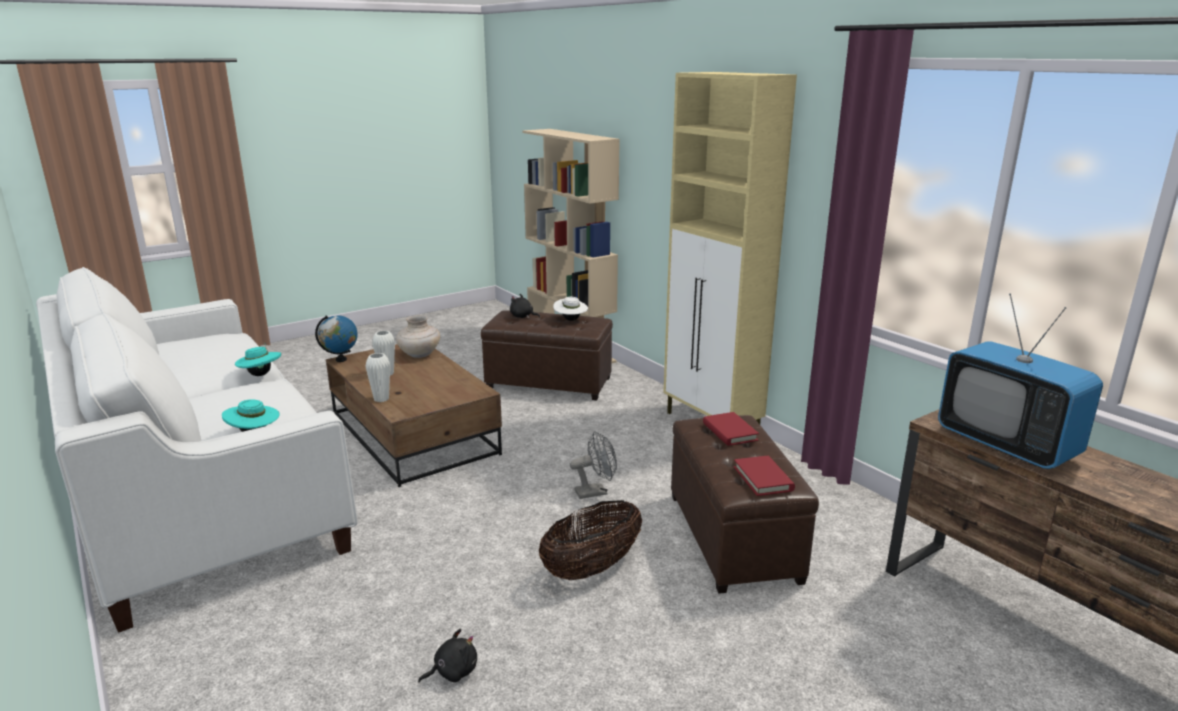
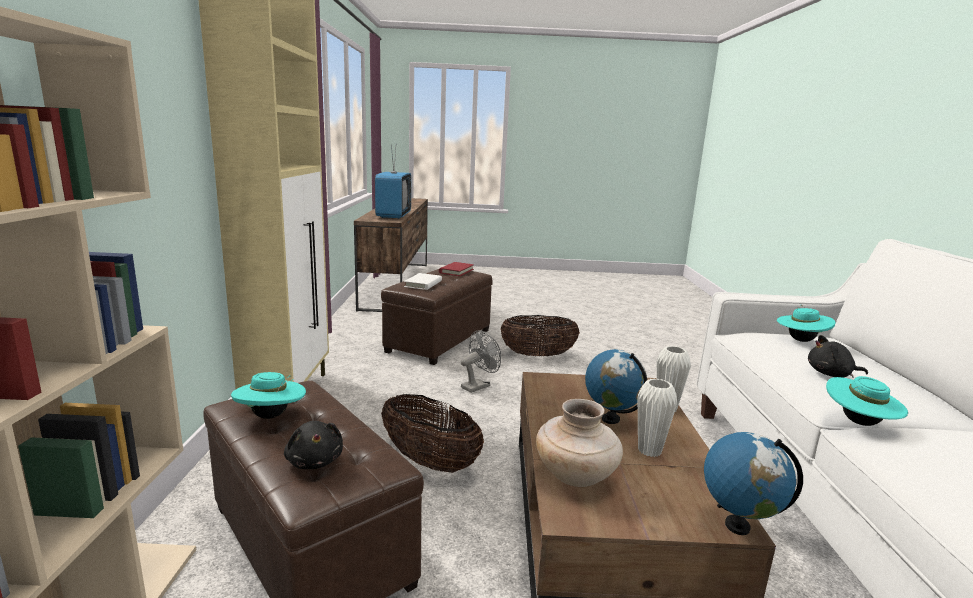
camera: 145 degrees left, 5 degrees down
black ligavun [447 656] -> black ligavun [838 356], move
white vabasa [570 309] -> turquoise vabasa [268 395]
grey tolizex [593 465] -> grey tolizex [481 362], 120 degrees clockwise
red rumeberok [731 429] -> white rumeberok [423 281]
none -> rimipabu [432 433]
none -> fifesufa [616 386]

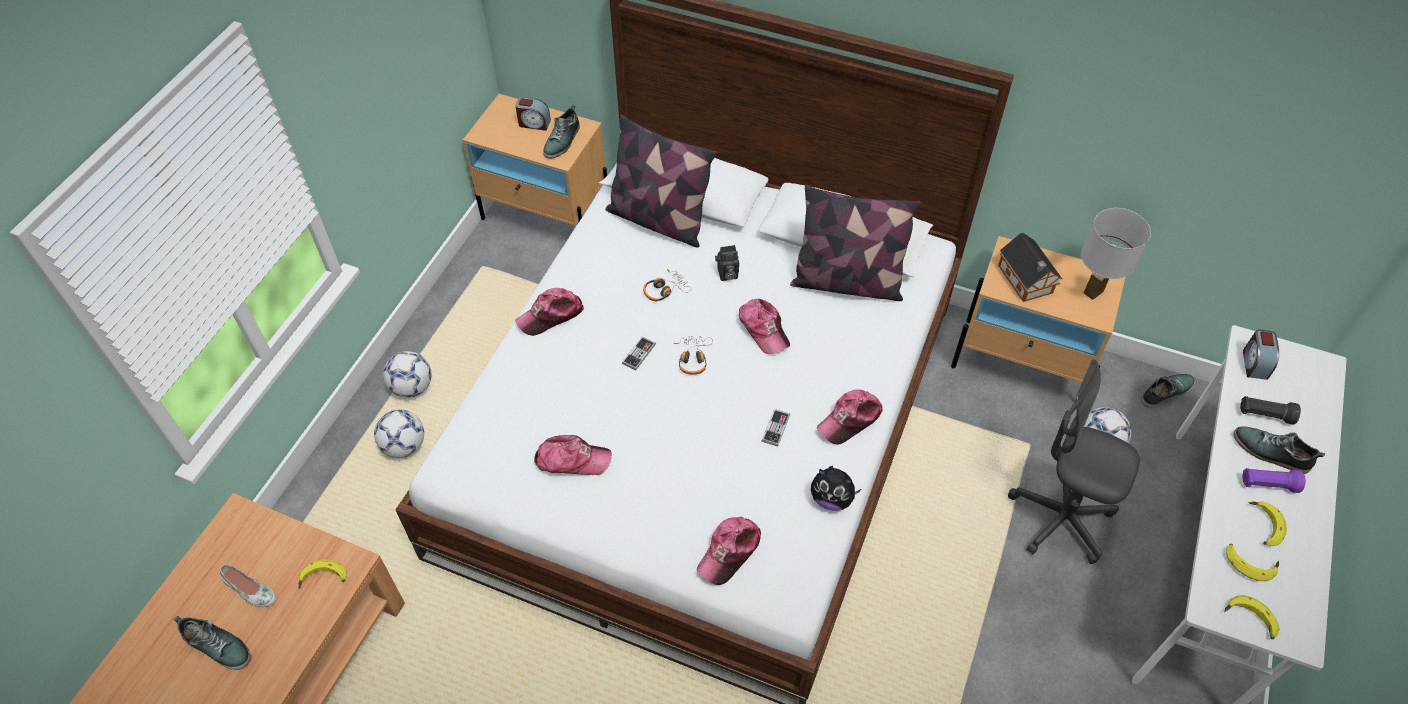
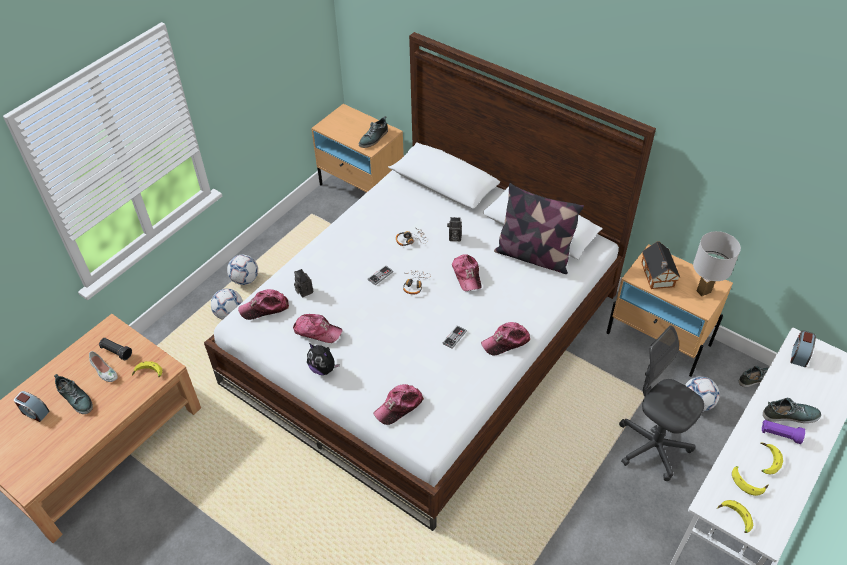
camera: 15 degrees right, 5 degrees down
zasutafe [533 114] -> zasutafe [32 406], move
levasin [549 312] -> levasin [263 304], move
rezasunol [661 181] -> none
ligavun [836 488] -> ligavun [323 359], move
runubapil [1279 450] -> runubapil [792 410], 135 degrees clockwise
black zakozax [1270 410] -> black zakozax [115 349], move
none -> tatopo [303 283]

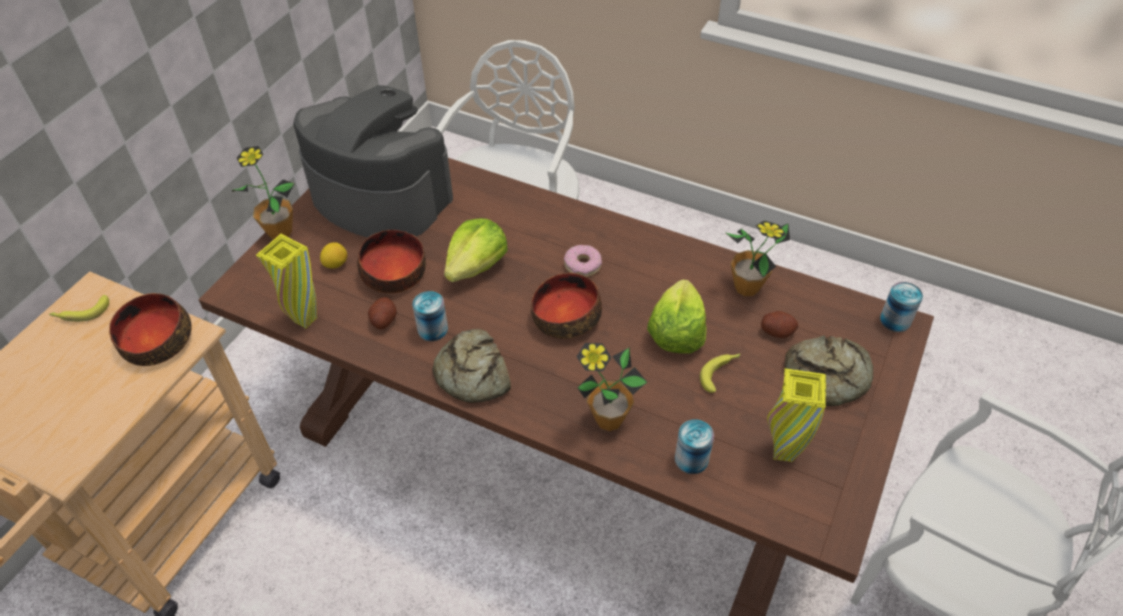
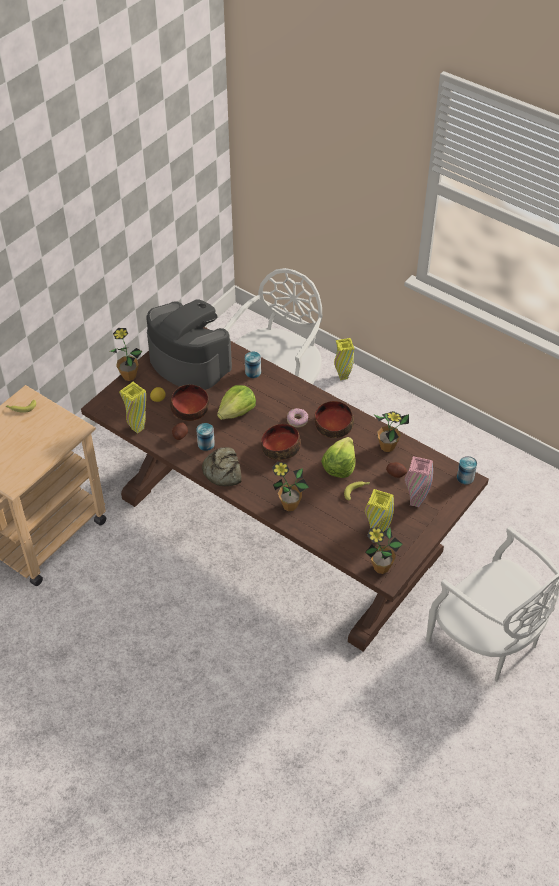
camera: 10 degrees right, 0 degrees up
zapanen [150 329] -> zapanen [334 419], move
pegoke [694 446] -> pegoke [253 365], move
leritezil [829 370] -> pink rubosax [419 481]
none -> yellow rubosax [344 359]
none -> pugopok [383 550]

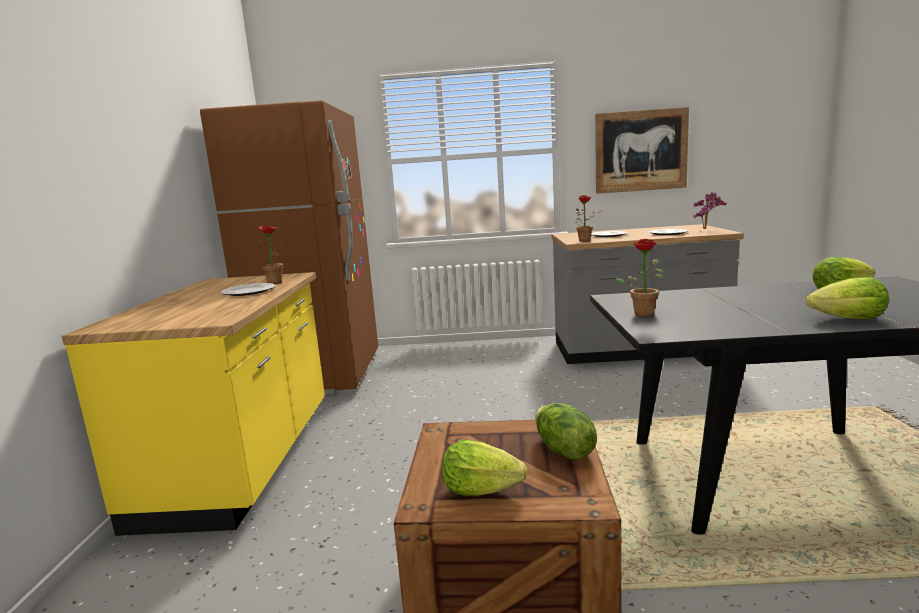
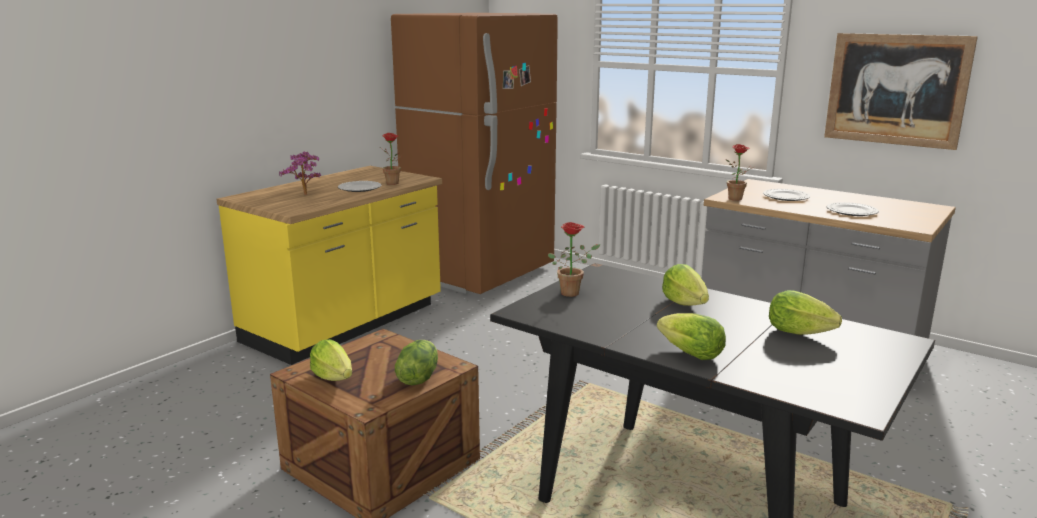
camera: 35 degrees right, 5 degrees up
pugopok [710 211] -> pugopok [300 173], move
none -> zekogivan [685 285]

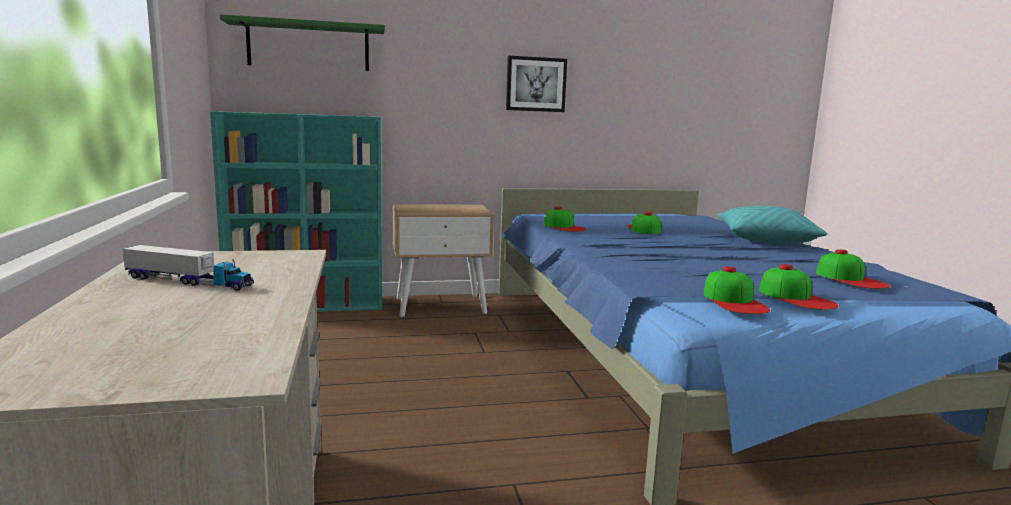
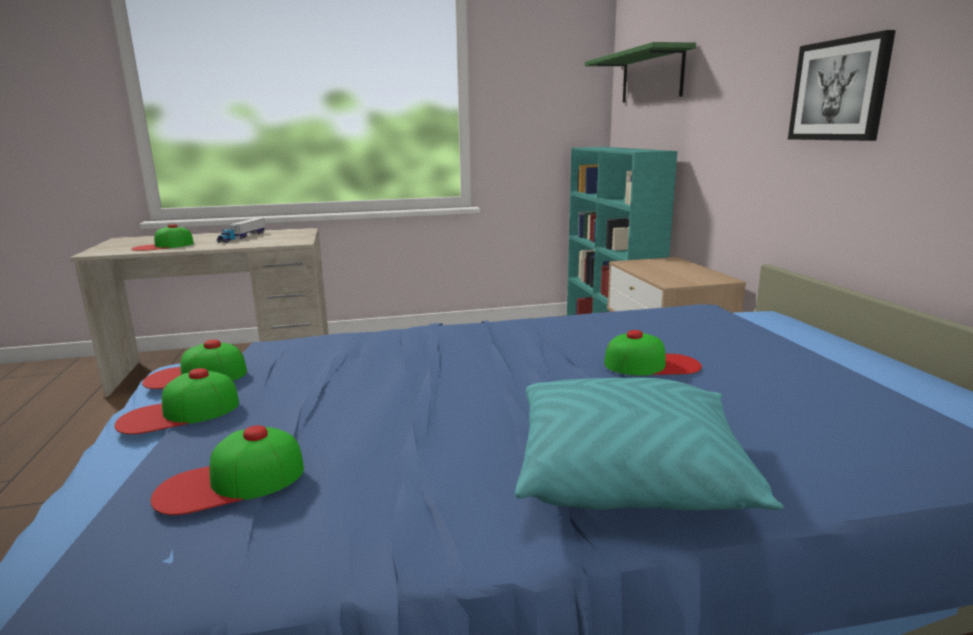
camera: 90 degrees right, 5 degrees up
levasin [565 219] -> levasin [162 237], move

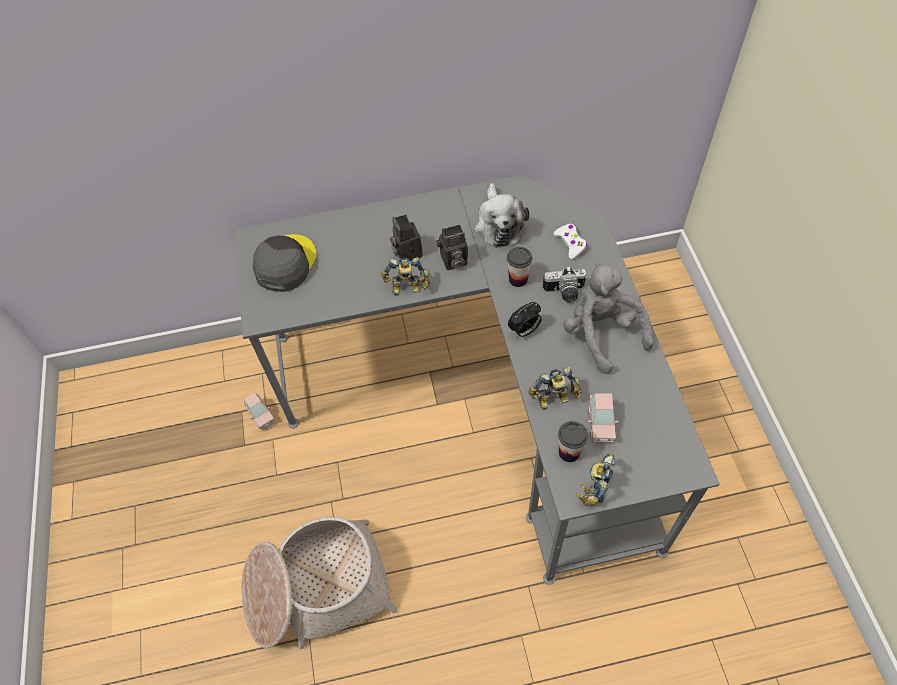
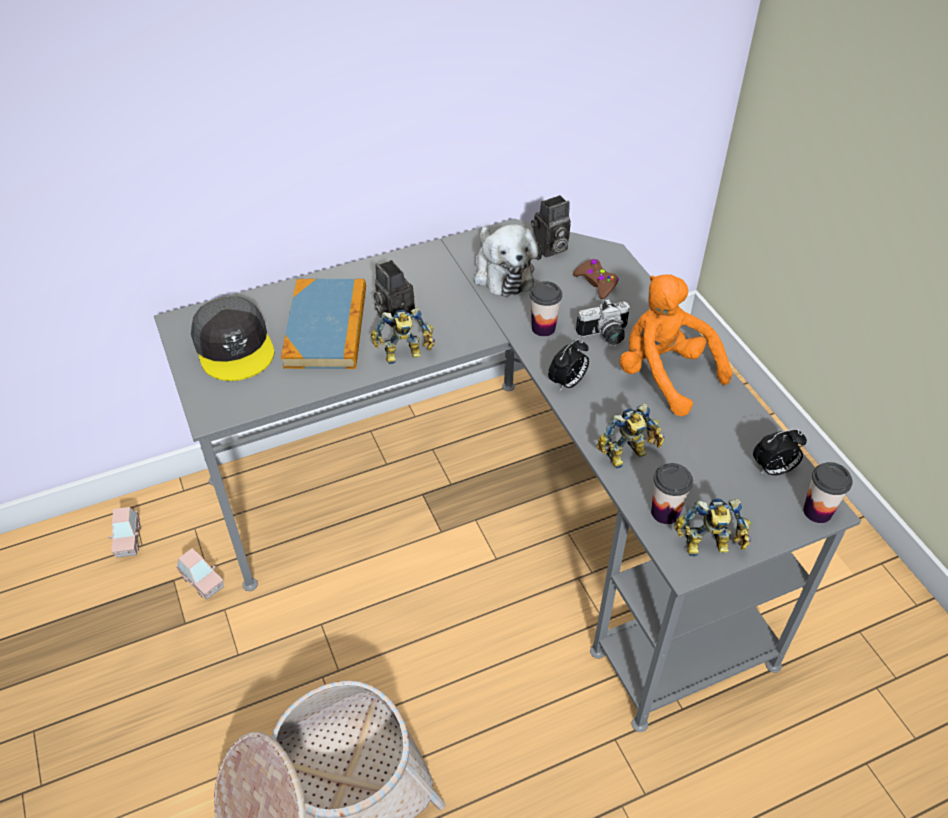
camera: 15 degrees left, 10 degrees down
grey levasin [285 263] -> grey levasin [232 338], 150 degrees clockwise
tatopo [452 247] -> tatopo [551 226], move
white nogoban [570 241] -> brown nogoban [596 279]
grey ligavun [608 318] -> orange ligavun [676 345]
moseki [595 479] -> moseki [712 527], 105 degrees counterclockwise
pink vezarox [603 418] -> pink vezarox [124 532], move
none -> rumeberok [323 324]
none -> zasutafe [780 452]
none -> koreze [828 492]

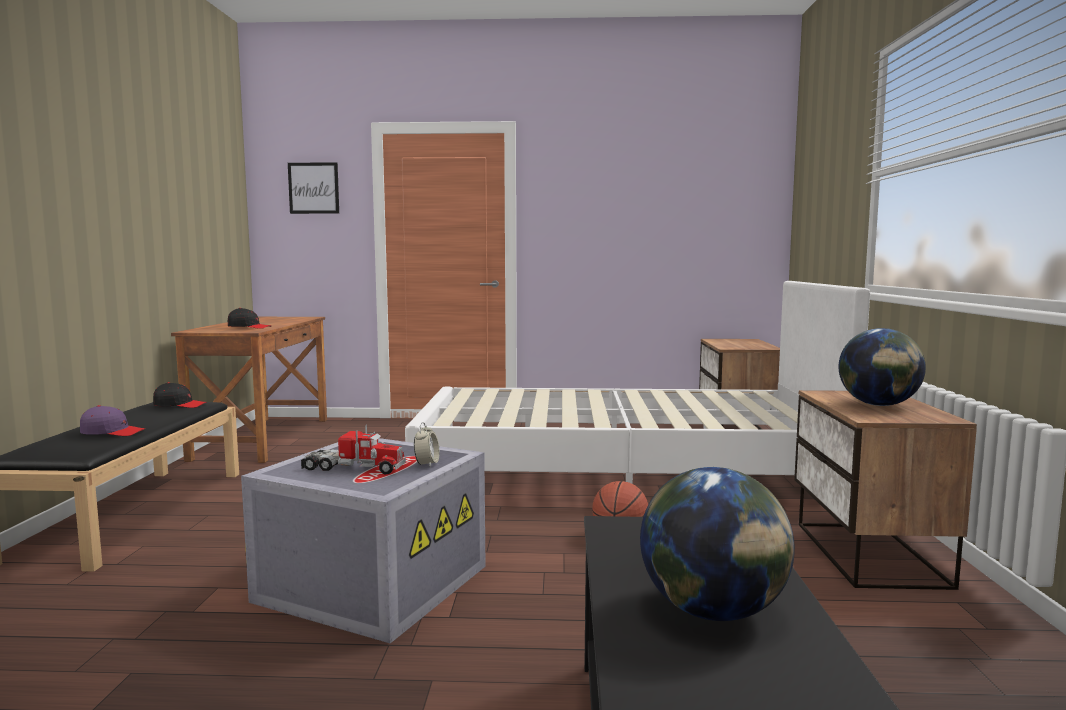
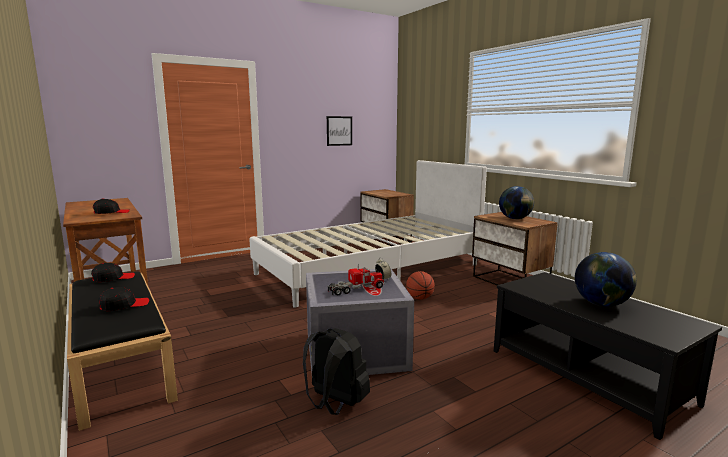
camera: 35 degrees left, 5 degrees up
purple levasin [113 420] -> black levasin [123 299]
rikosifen [313 188] -> rikosifen [339 131], move
none -> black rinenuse [336 371]

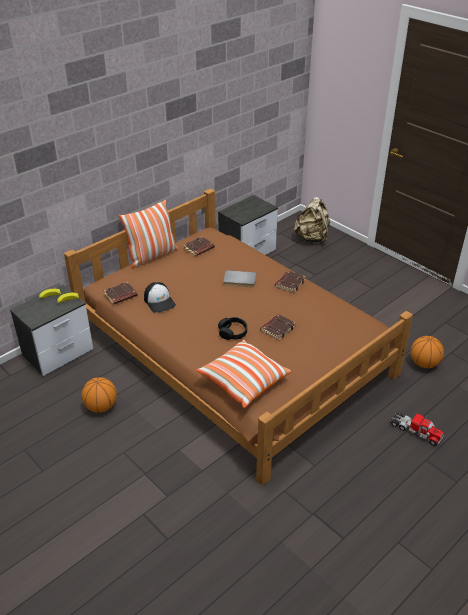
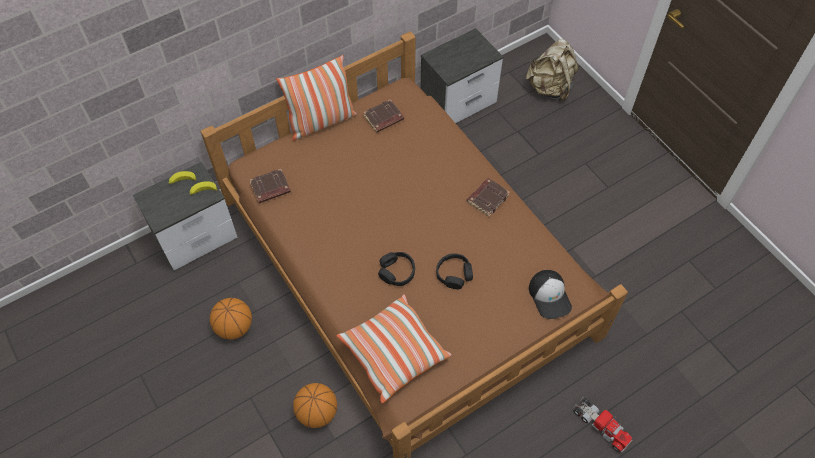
camera: 10 degrees right, 20 degrees up
levasin [160 297] -> levasin [550 294], move
grey rumeberok [239 278] -> none
brown rumeberok [278 327] -> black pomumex [454 271]
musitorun [427 352] -> musitorun [315 405], move

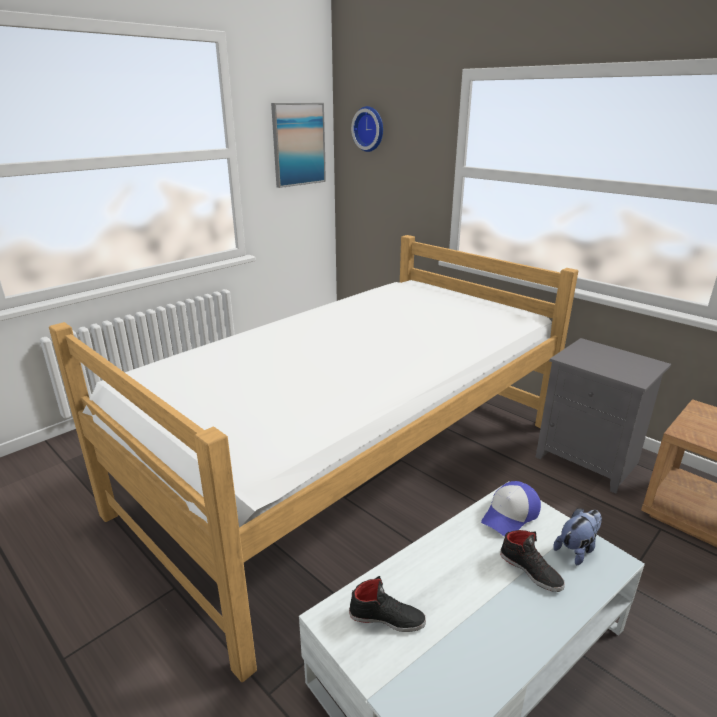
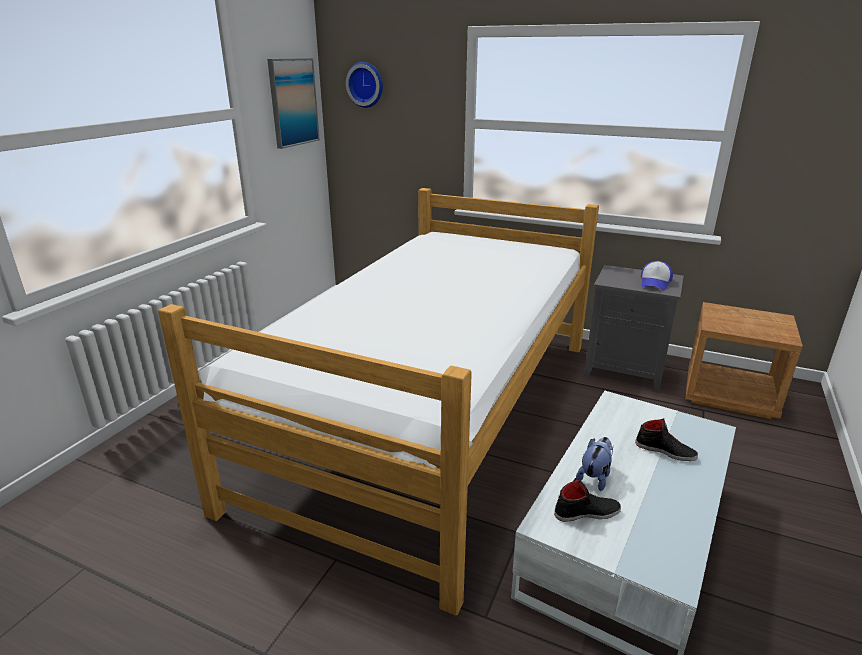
camera: 20 degrees left, 0 degrees up
levasin [511 508] -> levasin [657 275], move
ligavun [577 536] -> ligavun [594 464], move

